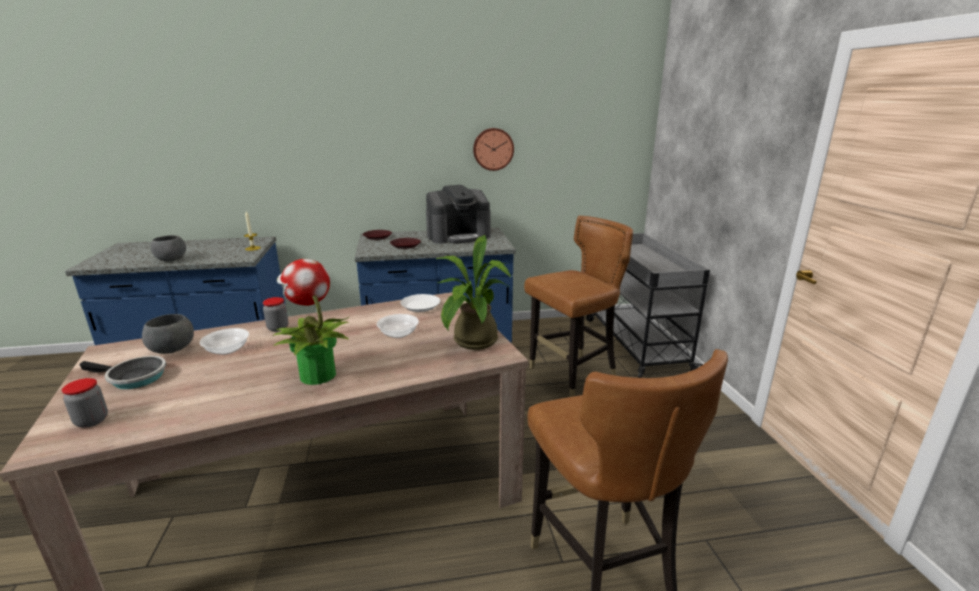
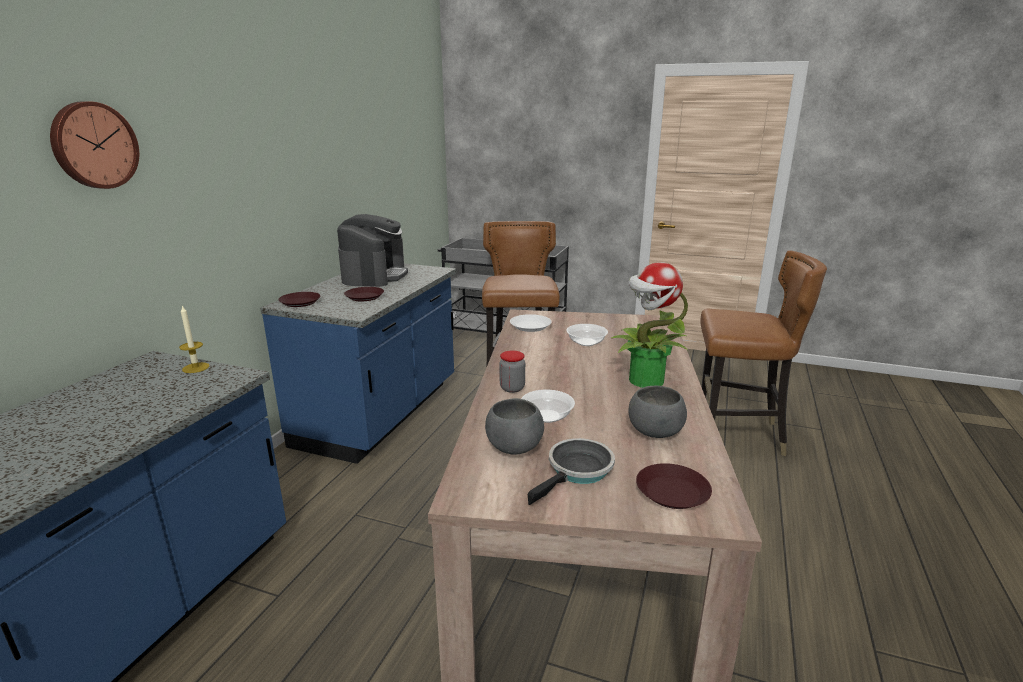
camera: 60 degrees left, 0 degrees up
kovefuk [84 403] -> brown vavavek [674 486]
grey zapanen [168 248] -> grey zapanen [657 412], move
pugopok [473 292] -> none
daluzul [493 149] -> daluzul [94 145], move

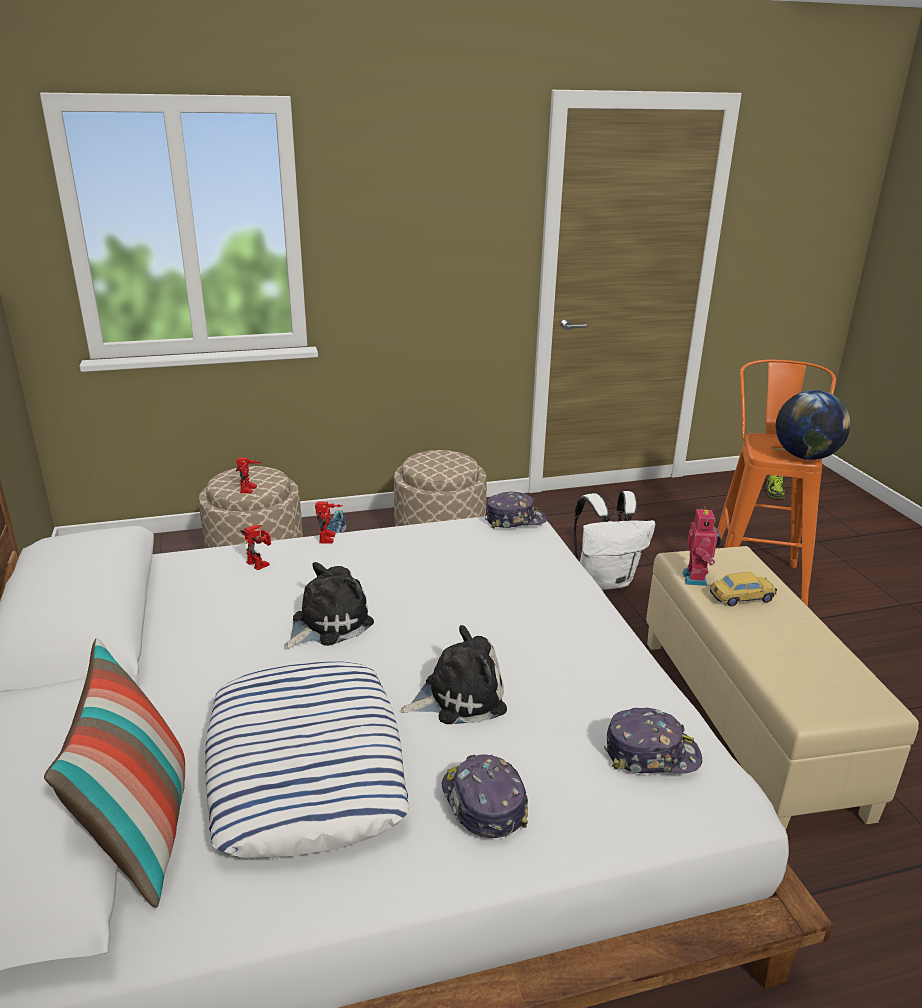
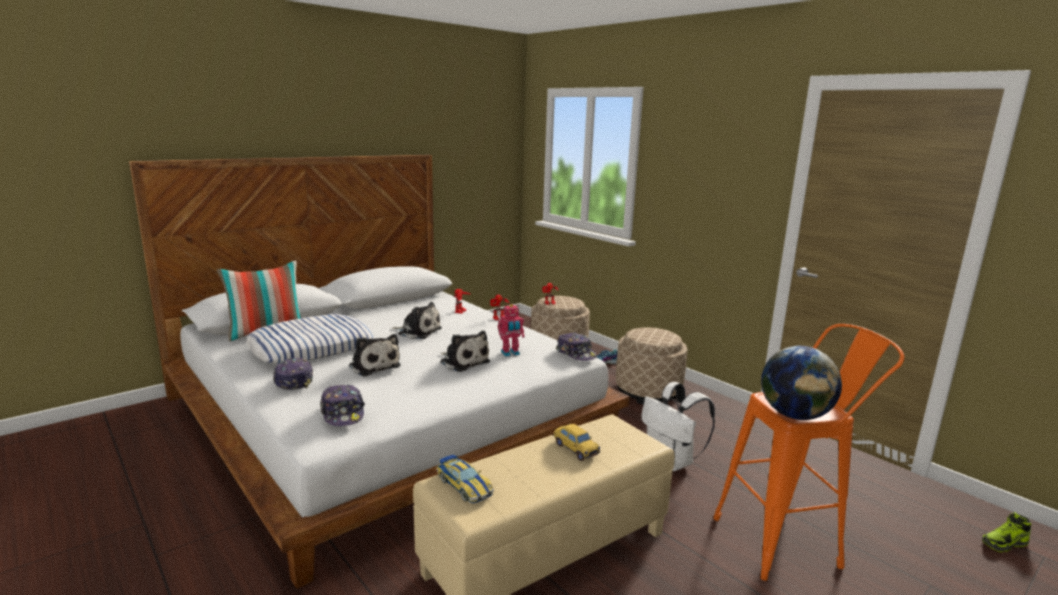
camera: 65 degrees right, 10 degrees down
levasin [485 796] -> levasin [293 374], 60 degrees counterclockwise
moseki [702 546] -> moseki [511 330], move
none -> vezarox [465 479]
none -> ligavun [465 351]

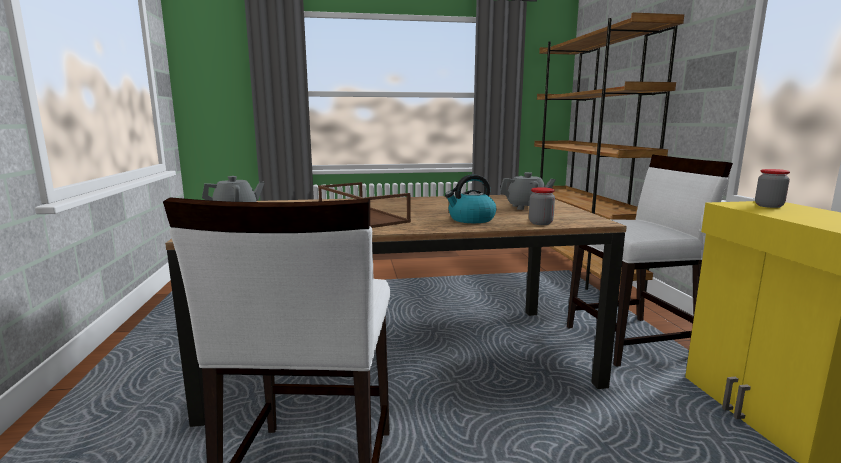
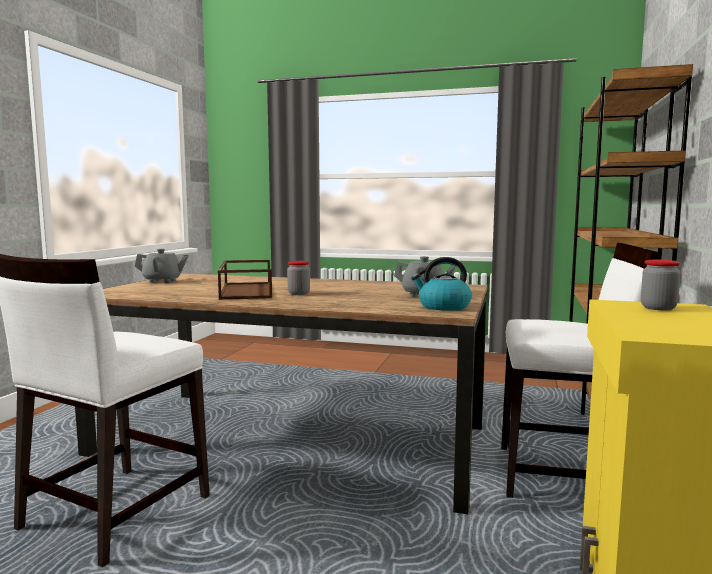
camera: 25 degrees right, 5 degrees down
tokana [470 198] -> tokana [441 284], move
kovefuk [542 206] -> kovefuk [298 278], move

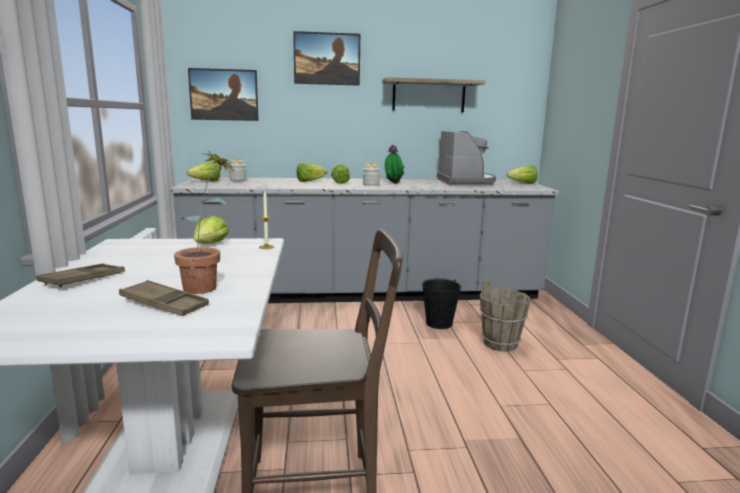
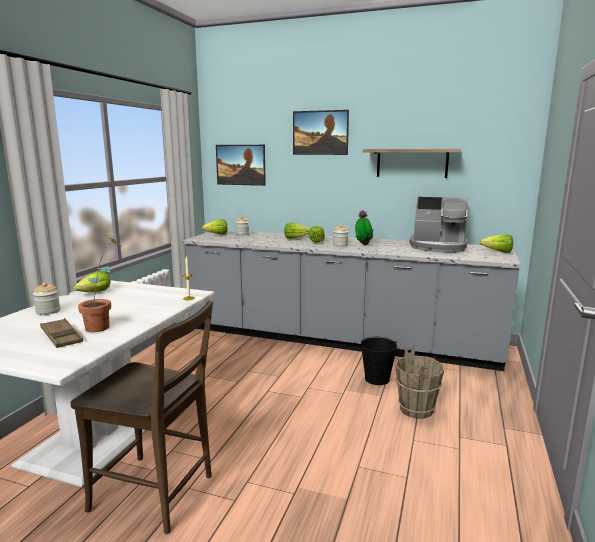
camera: 25 degrees right, 0 degrees up
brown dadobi [80 275] -> kovefuk [46 298]
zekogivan [211 229] -> zekogivan [92 281], move
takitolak [466 158] -> takitolak [438 224], 90 degrees clockwise

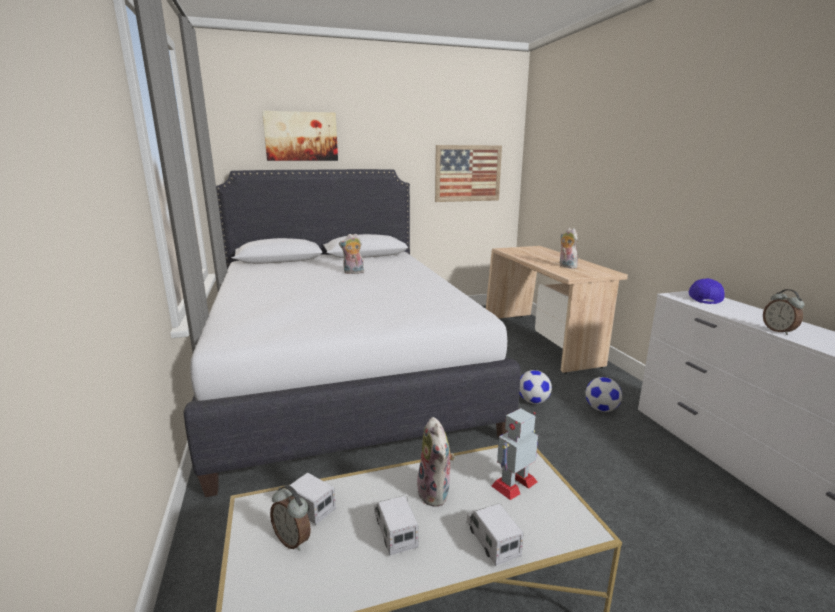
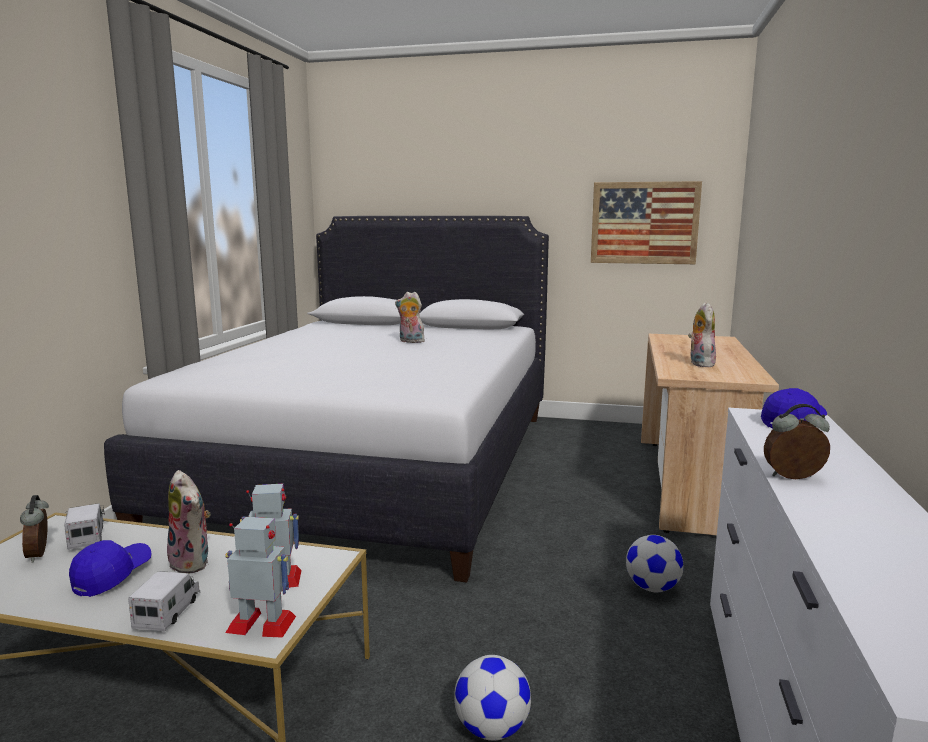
camera: 30 degrees right, 5 degrees down
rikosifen [300 136] -> none
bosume [396 526] -> blue levasin [110 568]
ligavun [436 462] -> ligavun [189 521], 60 degrees counterclockwise
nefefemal [535 387] -> nefefemal [492 698], move
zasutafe [783 312] -> zasutafe [797 441], 75 degrees clockwise
none -> moseki [260 577]

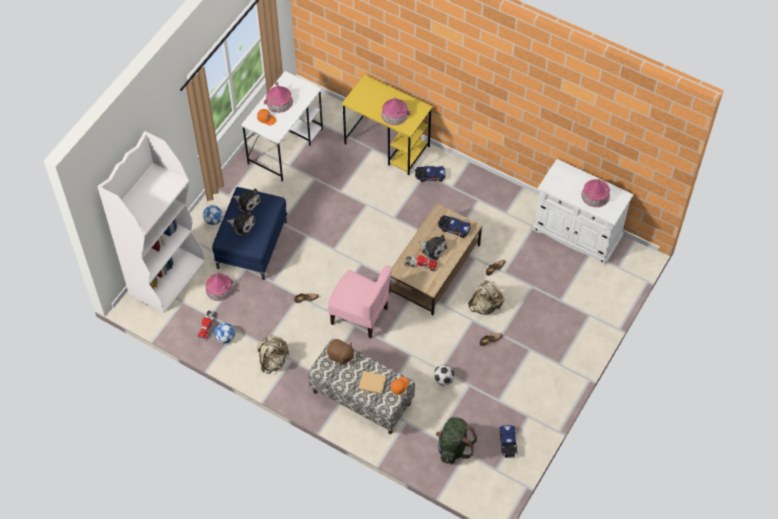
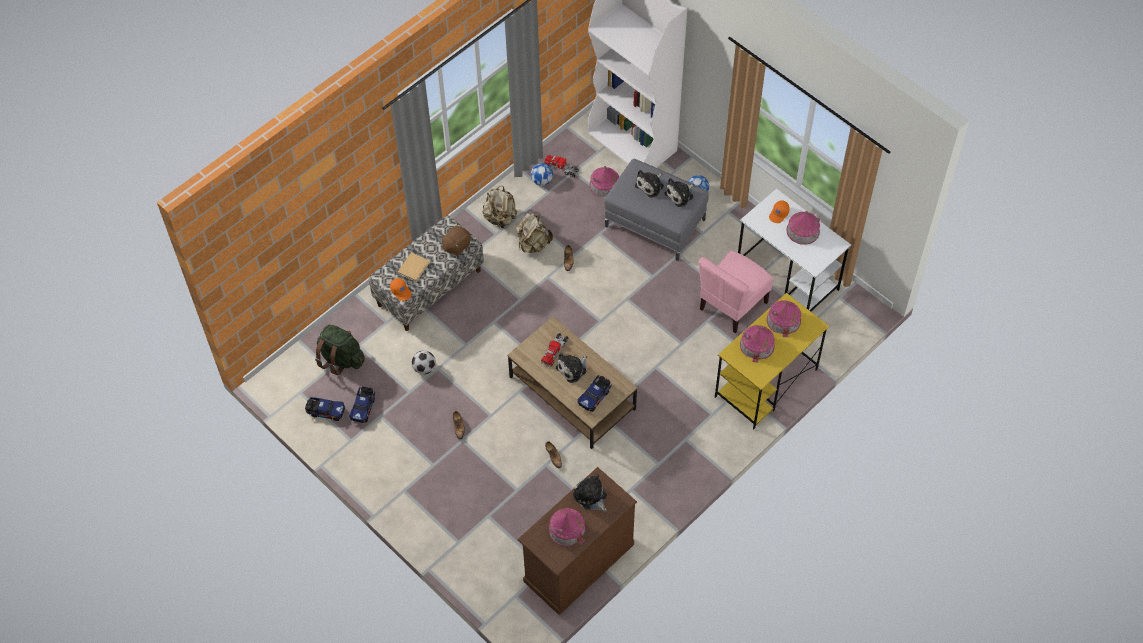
camera: 105 degrees right, 0 degrees up
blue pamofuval [249 233] -> grey pamofuval [656 209]
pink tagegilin [360 301] -> pink tagegilin [735 291], move
bosume [430 174] -> bosume [362 405], move
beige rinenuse [486 297] -> beige rinenuse [534 233], move
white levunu [583 212] -> brown levunu [577 541]
none -> ligavun [590 493]
none -> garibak [784 318]

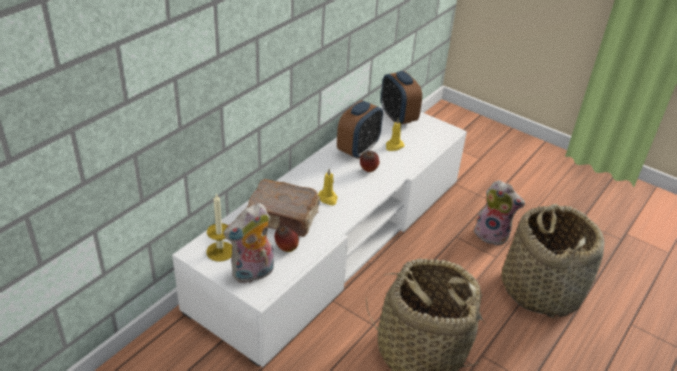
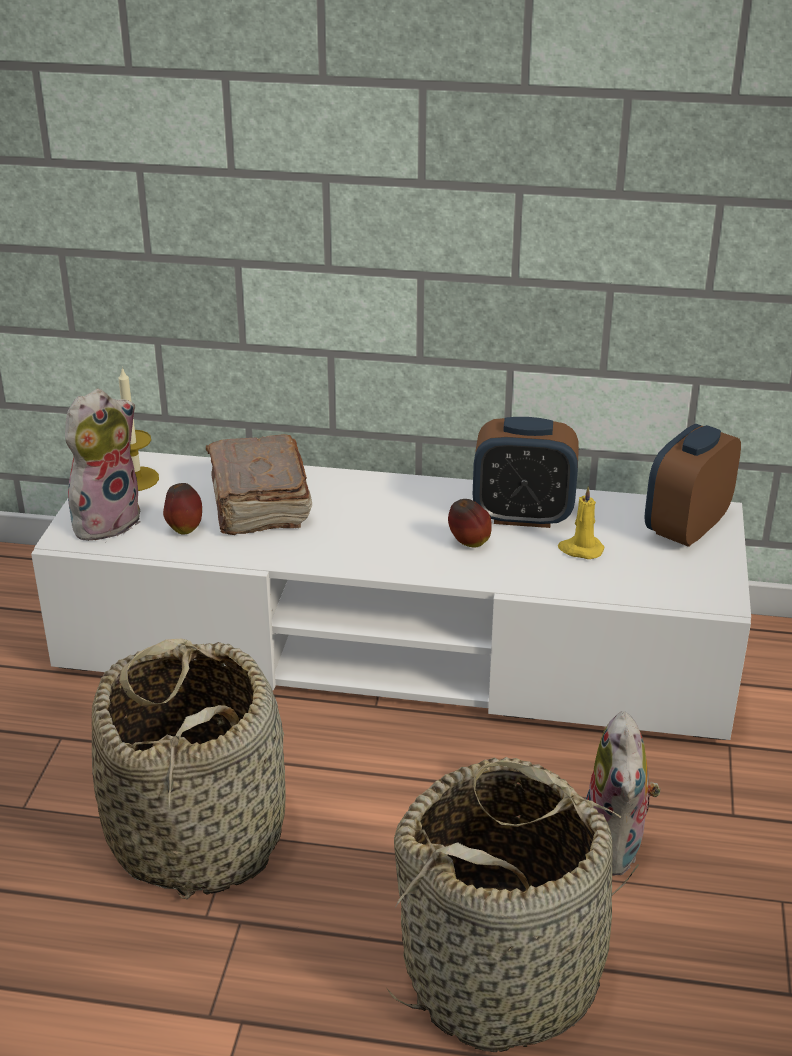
camera: 65 degrees right, 5 degrees down
ligavun [248 243] -> ligavun [103 465], 105 degrees clockwise
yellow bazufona [328 186] -> none

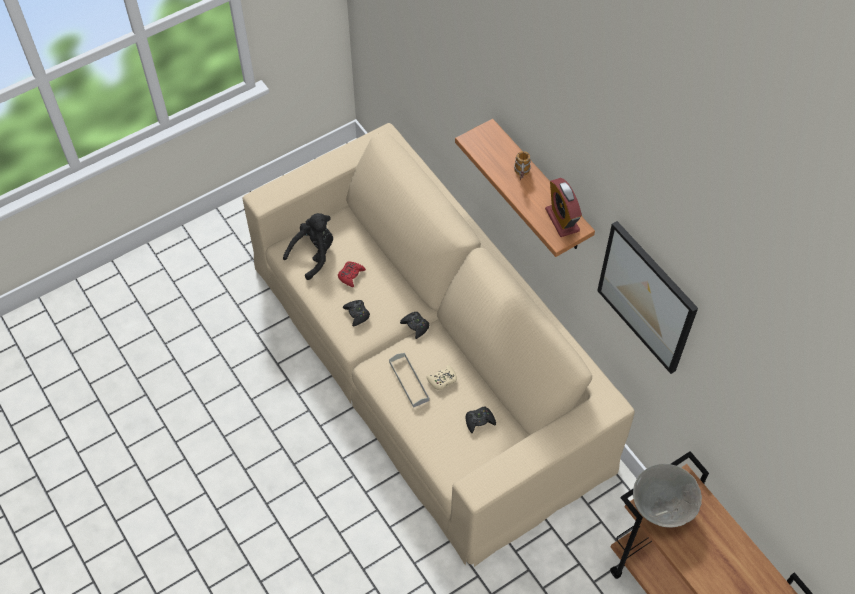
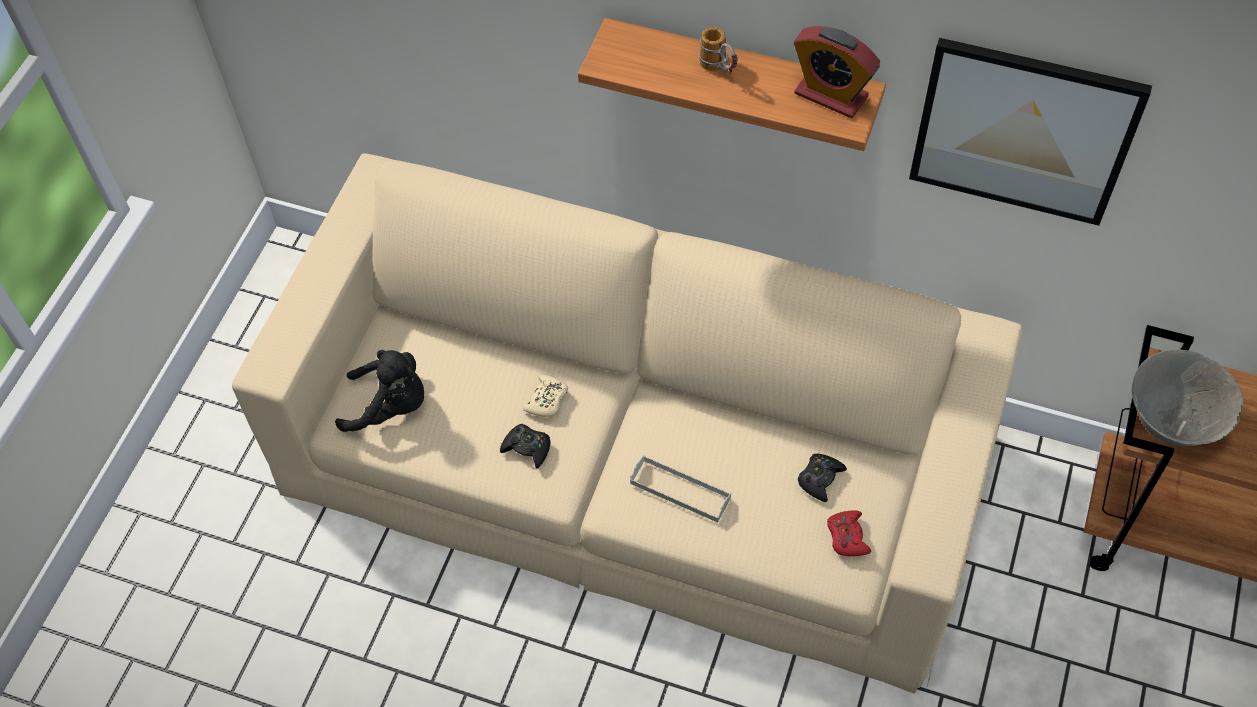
camera: 35 degrees left, 0 degrees up
black ligavun [308 246] -> black ligavun [379 391], 90 degrees clockwise
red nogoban [352 274] -> red nogoban [849 533], move
black nogoban [414 325] -> none
beige nogoban [442 377] -> beige nogoban [545 396], move

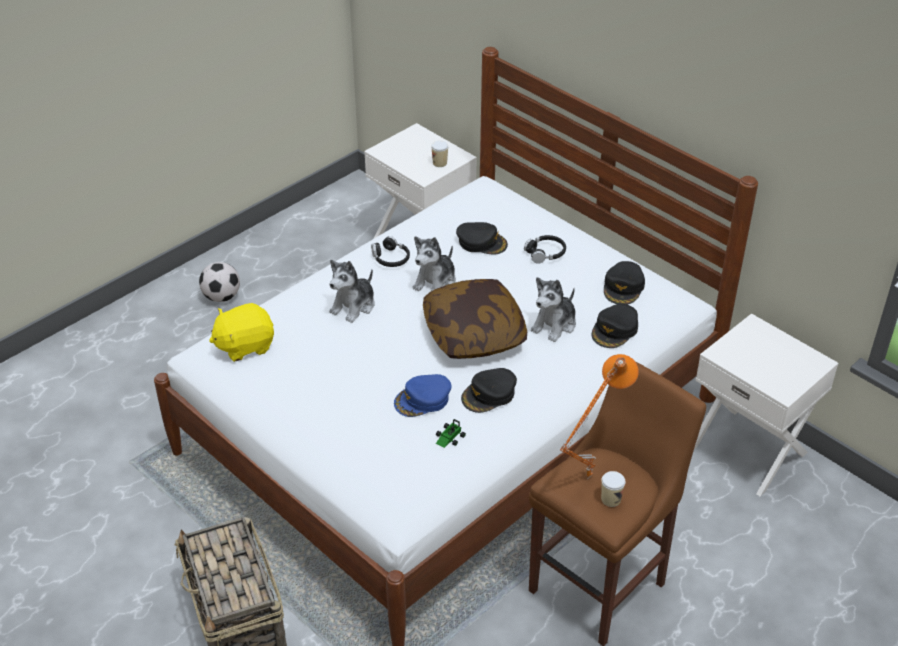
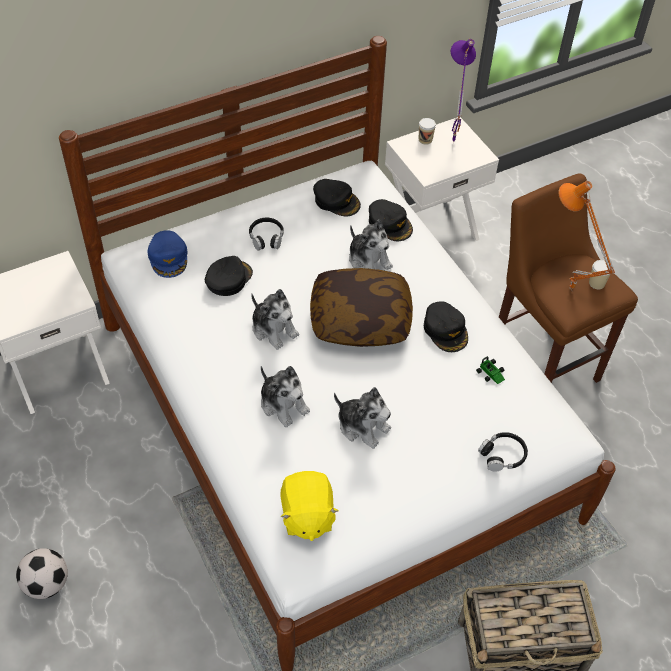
camera: 75 degrees left, 10 degrees up
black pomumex [390 251] -> black pomumex [503 452], move
blue levasin [422 395] -> blue levasin [167 254], move
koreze [440 154] -> koreze [427 131], move
none -> ligavun [362 418]
none -> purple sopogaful [463 91]

